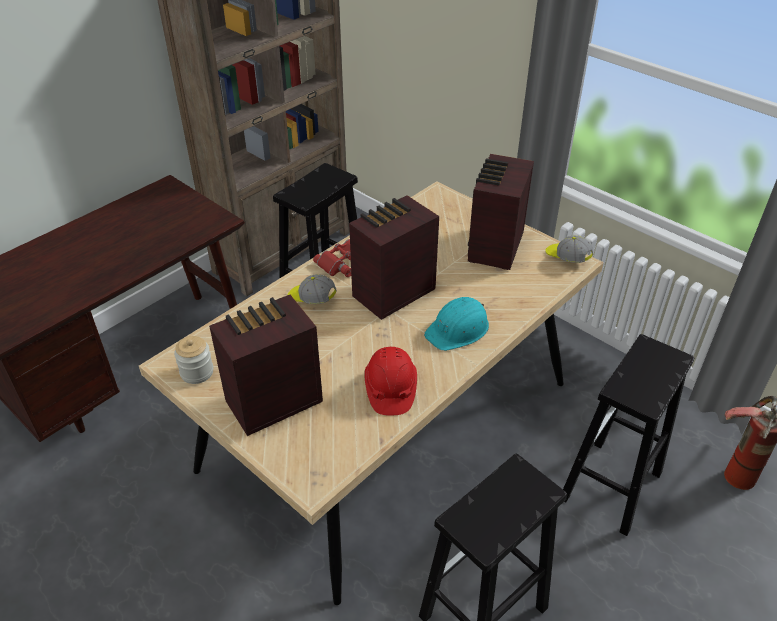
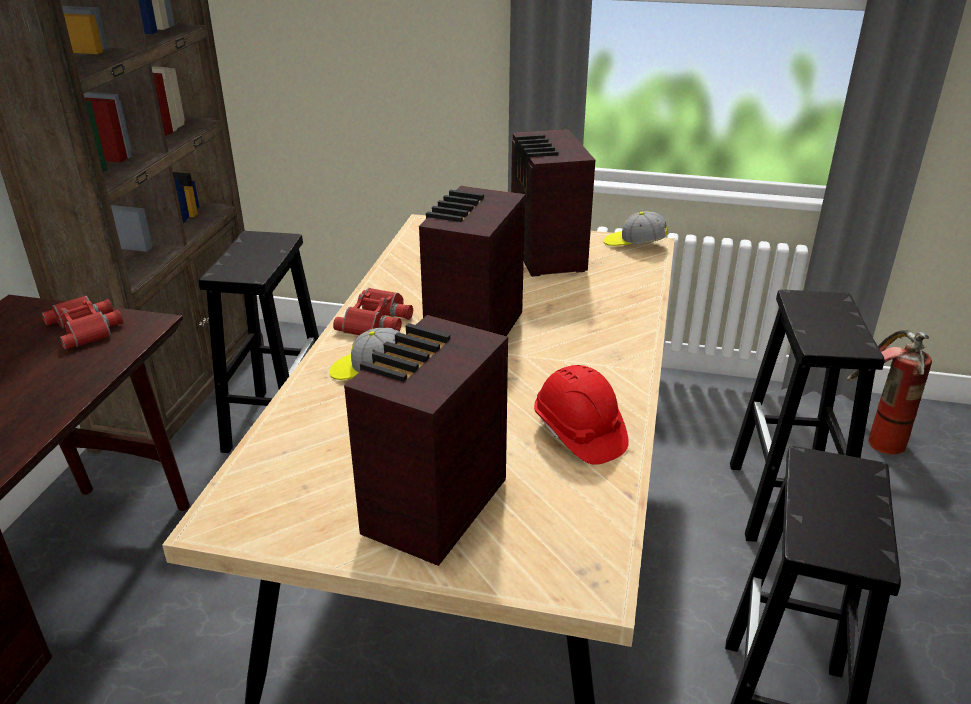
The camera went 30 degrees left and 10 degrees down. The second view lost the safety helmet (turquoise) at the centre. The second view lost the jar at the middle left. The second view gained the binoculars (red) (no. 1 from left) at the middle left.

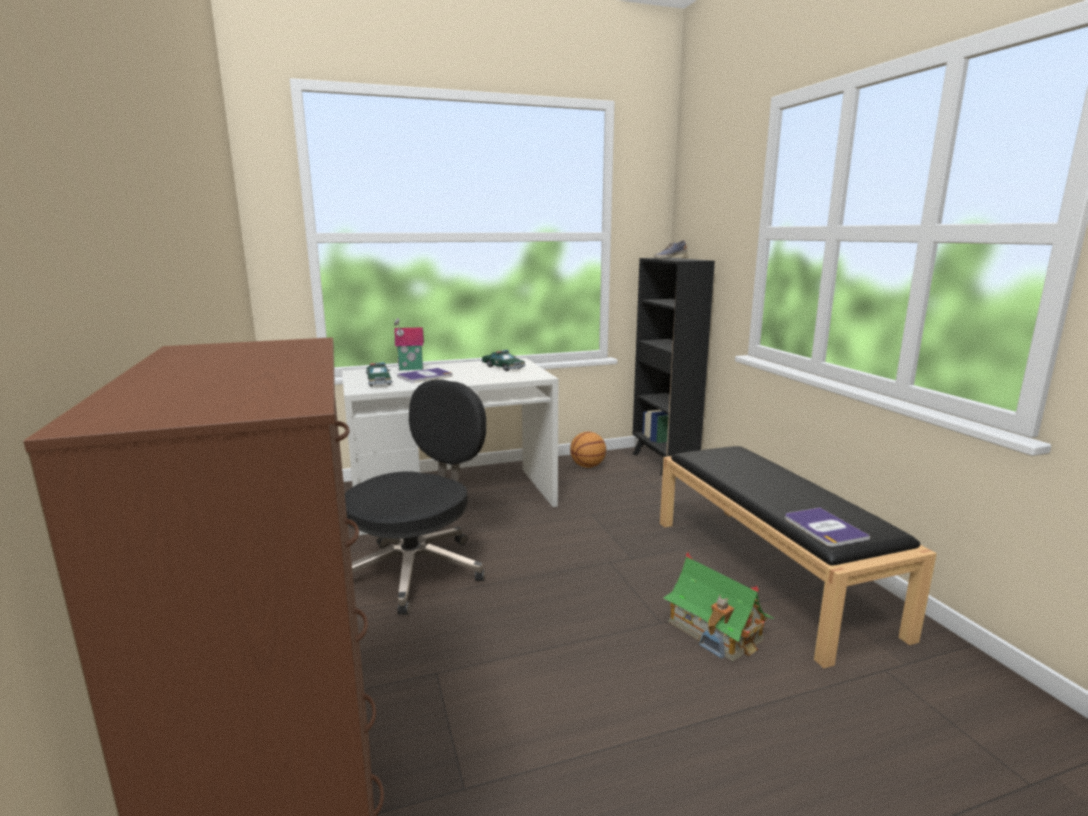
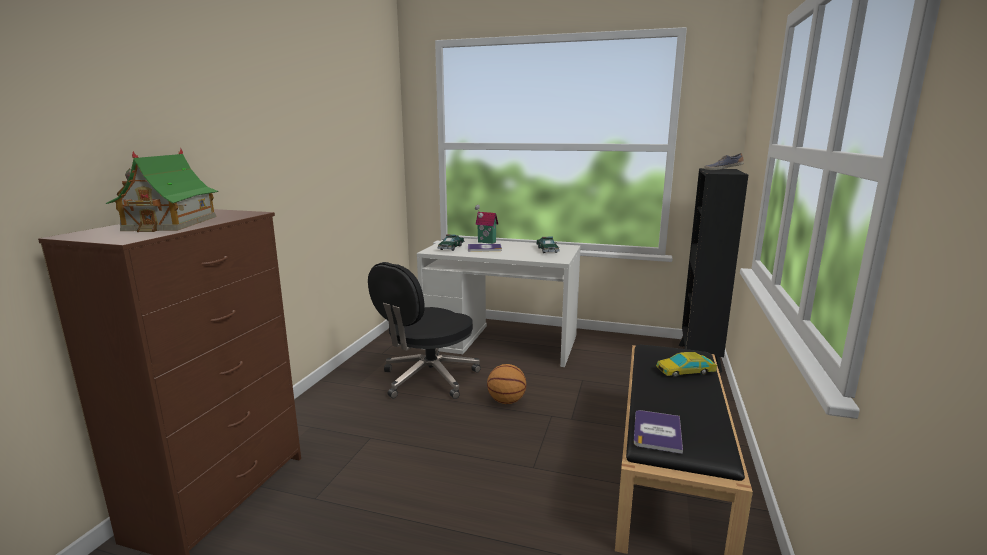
The camera went 35 degrees right and 0 degrees up. The computer chair (blackish) at the centre ended up facing another way, 150 degrees clockwise from before. The ball for basketball ended up elsewhere, having gone from the centre to the bottom centre. The miniature house (no. 2 from left in the first image) ended up elsewhere, having gone from the bottom centre to the middle left. The second view gained the miniature car (no. 3 from left) at the middle right.

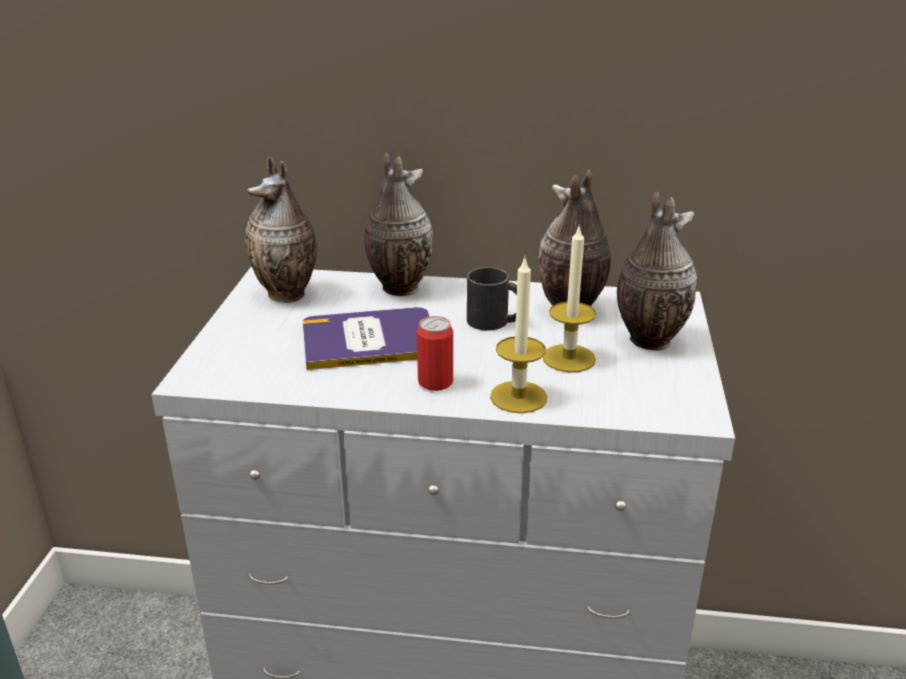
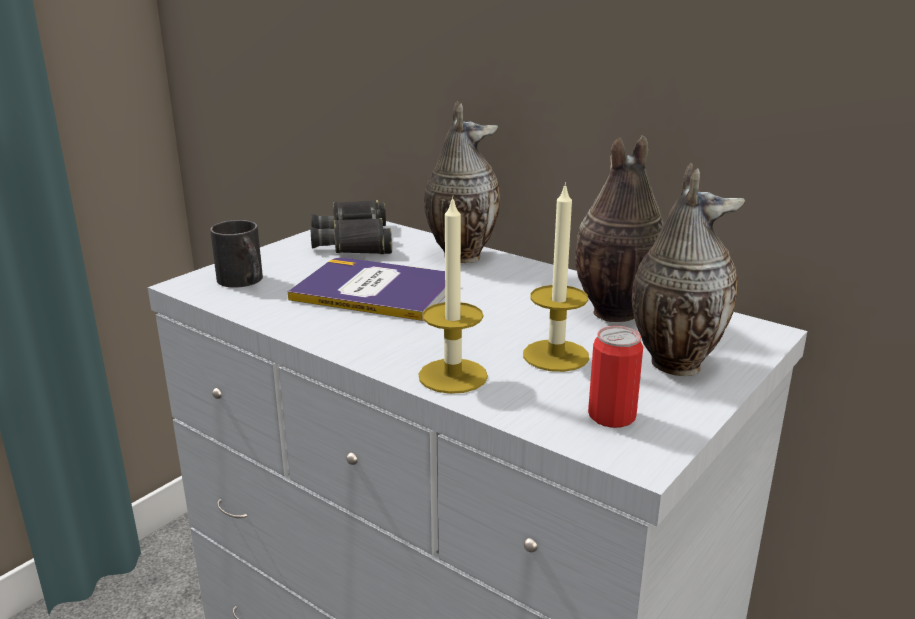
The camera went 30 degrees right and 5 degrees down. Where the flower vase (no. 1 from left) stood at the middle left, the binoculars (blackish) came to stand at the centre. The coffee mug (blackish) ended up elsewhere, having gone from the centre to the middle left. The metal can ended up elsewhere, having gone from the centre to the middle right.

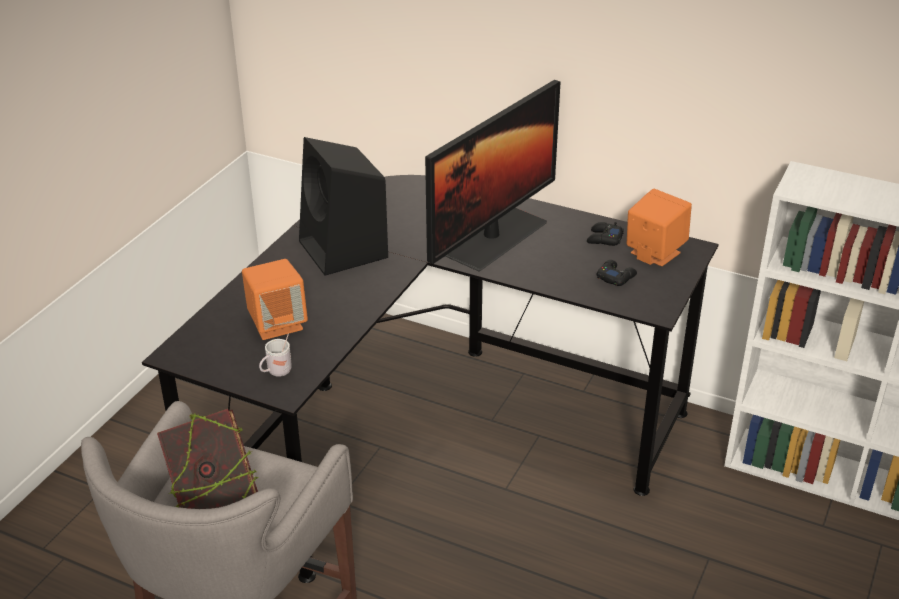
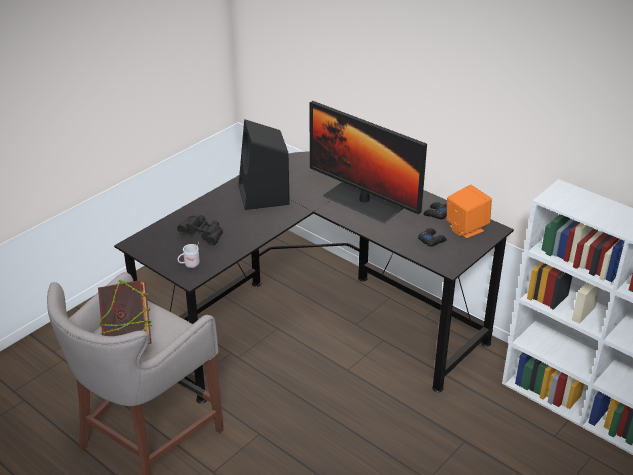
The camera went 15 degrees right and 0 degrees up. The monitor at the top centre ended up facing another way, 75 degrees clockwise from before. Where the loudspeaker (orange) (no. 1 from left) stood at the middle left, the binoculars (blackish) came to stand at the middle left.

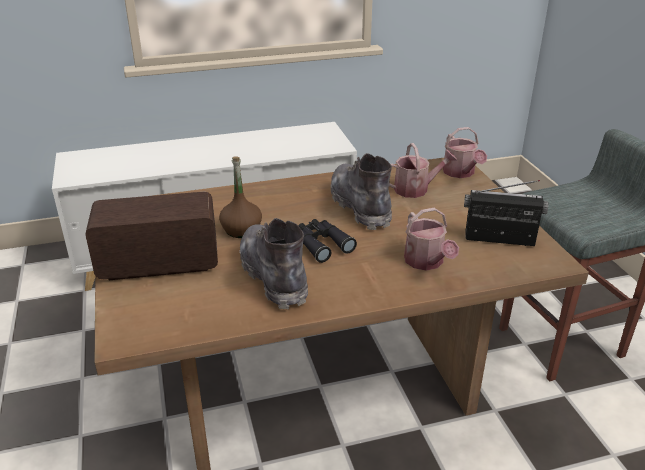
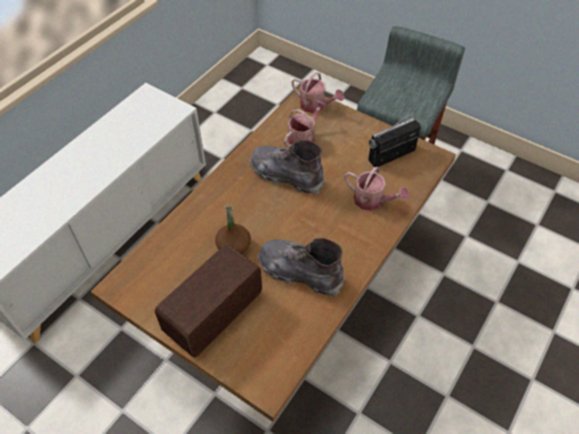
The camera went 40 degrees left and 20 degrees up. The second view lost the binoculars (blackish) at the centre.

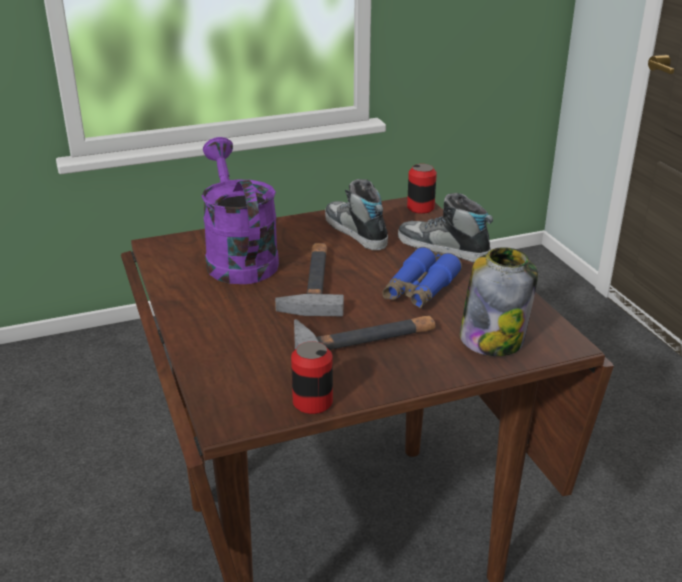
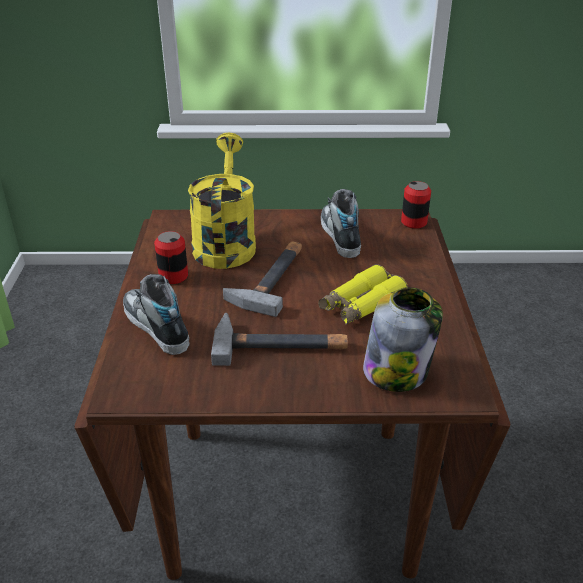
The camera went 20 degrees right and 5 degrees up. What was the watering can (purple) at the centre turned into the watering can (yellow-coloured) at the centre. The low shoe (no. 2 from left in the first image) ended up elsewhere, having gone from the centre to the middle left. What was the binoculars (blue) at the centre turned into the binoculars (yellow-coloured) at the centre. The metal can (no. 1 from left) ended up elsewhere, having gone from the centre to the middle left.

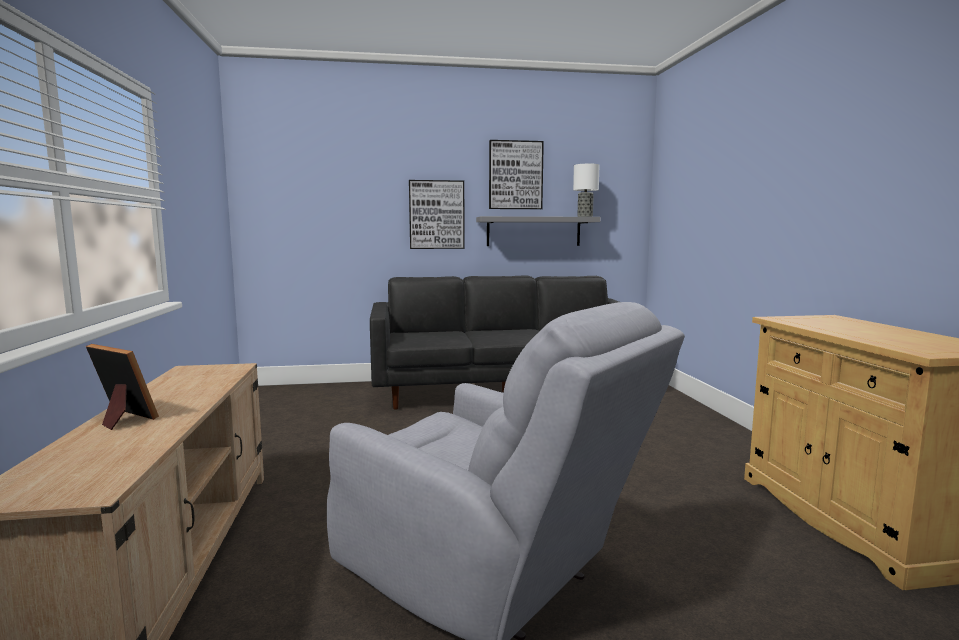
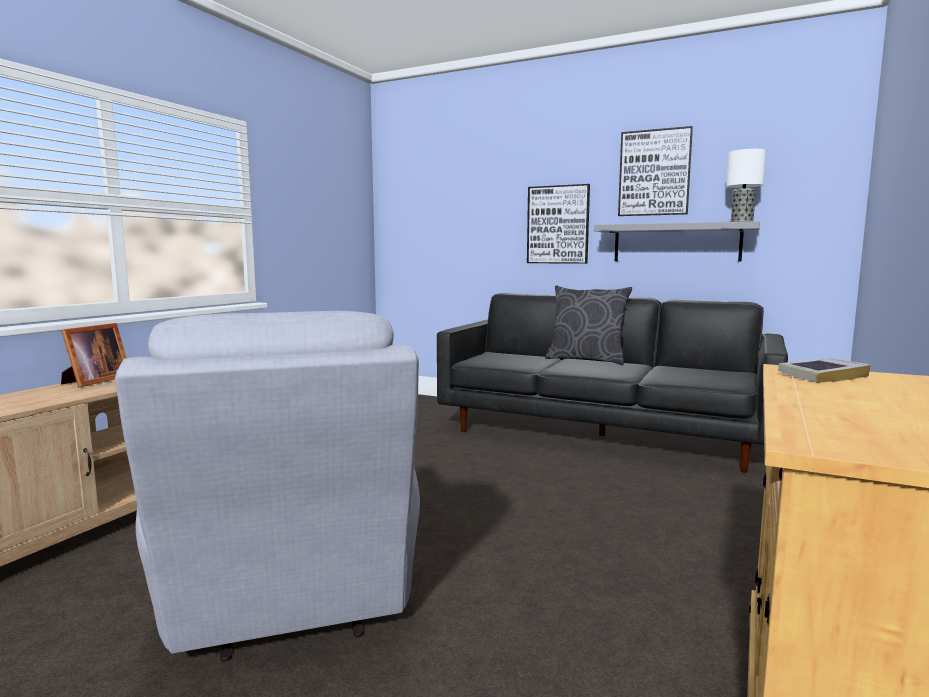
The camera went 35 degrees right and 0 degrees up. The standing frame at the middle left ended up facing another way, 45 degrees clockwise from before. The second view gained the cushion (greyish) at the centre. The second view gained the bound book at the middle right.

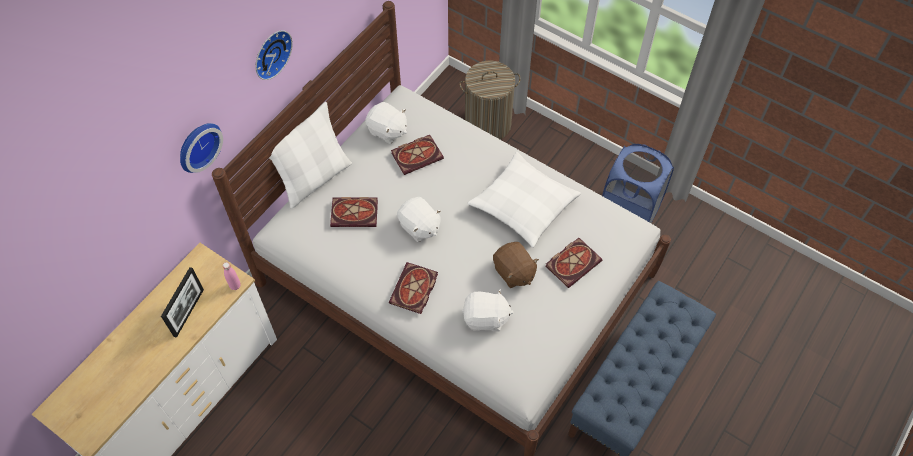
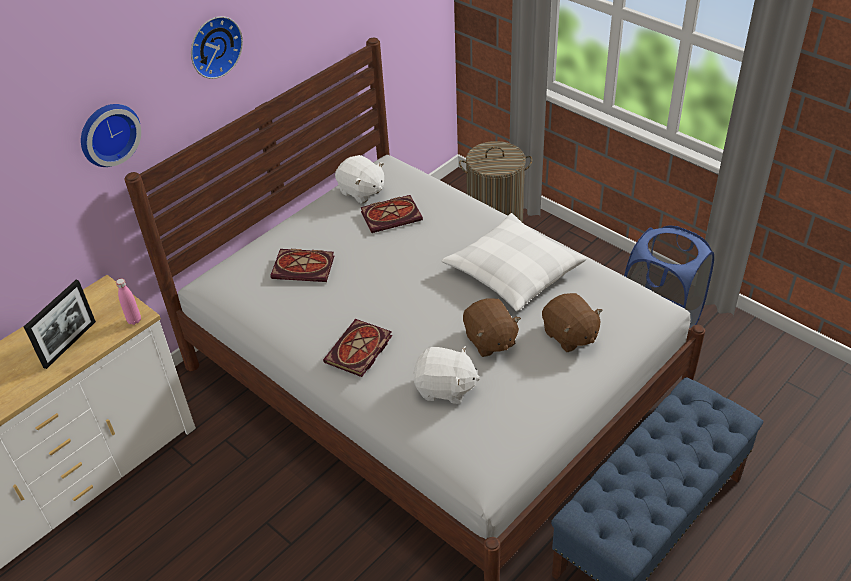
The camera went 10 degrees right and 15 degrees down. The second view lost the cushion (white-coloured) (no. 1 from left) at the centre. The second view lost the plush toy (white-coloured) (no. 2 from left) at the centre. Where the bound book (no. 4 from left) stood at the centre, the plush toy (brown) (no. 2 from left) came to stand at the middle right.

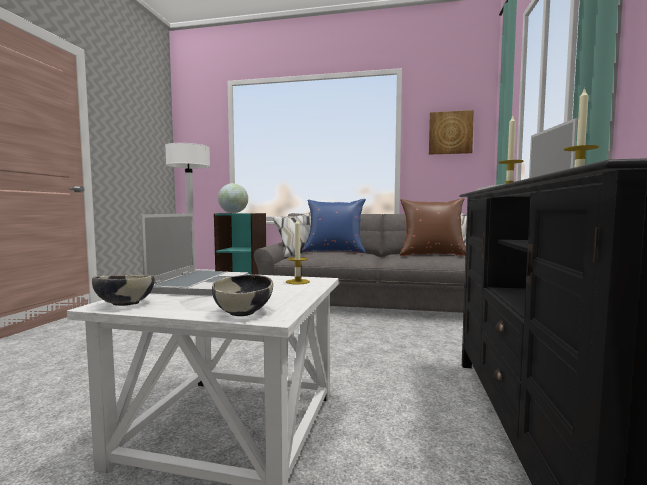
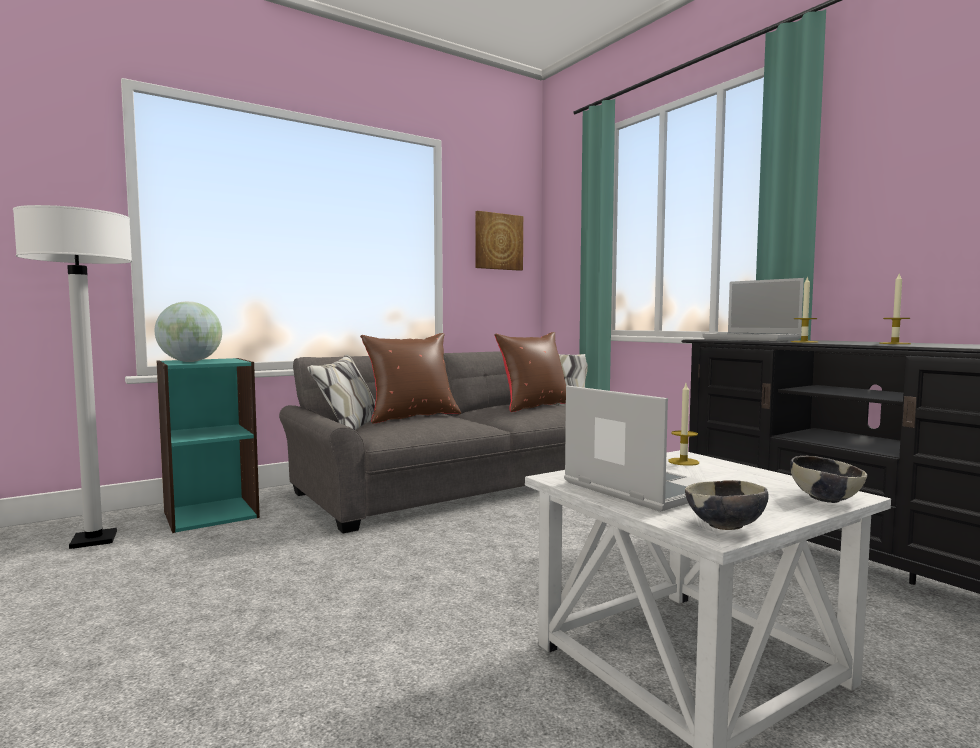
The camera went 45 degrees left and 0 degrees up. What was the cushion (blue) at the centre turned into the cushion (brown) (no. 1 from left) at the centre.

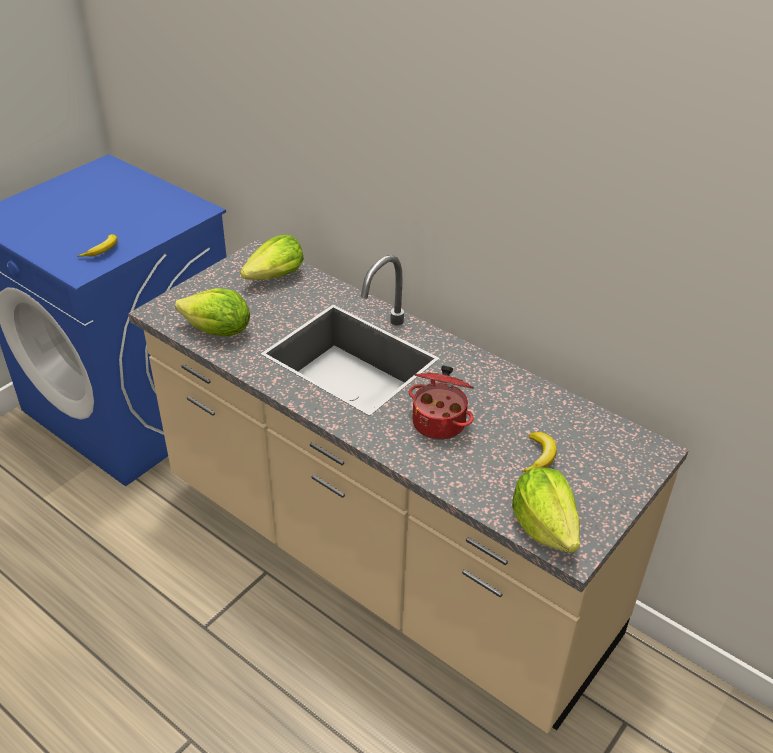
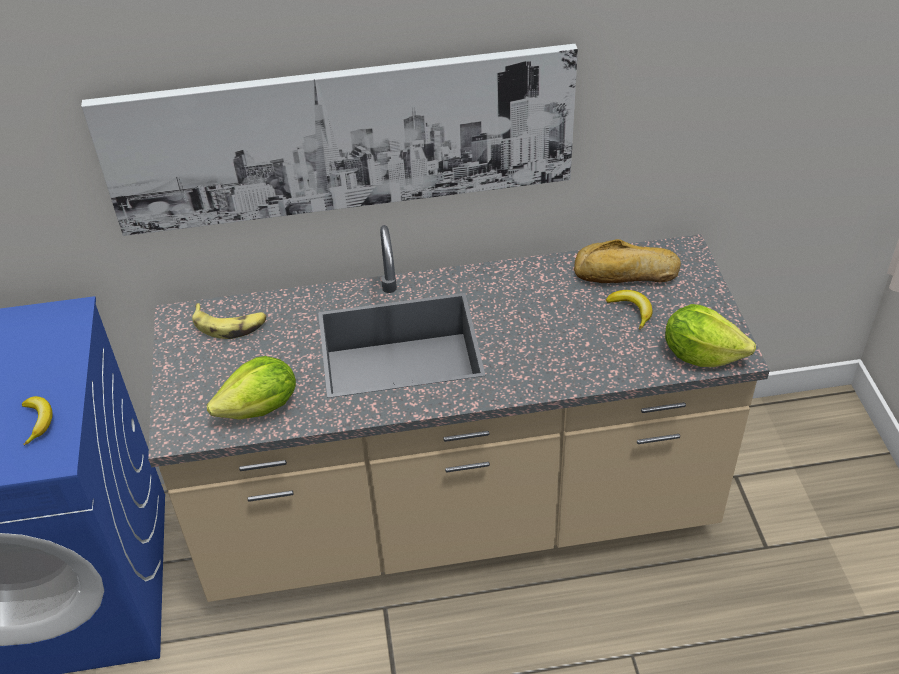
The camera went 45 degrees left and 5 degrees up. Where the lettuce head (no. 2 from left) stood at the centre, the banana fruit (no. 2 from left) came to stand at the middle left. The second view lost the stockpot at the centre. The second view gained the picture at the top centre. The second view gained the bakery bread at the middle right.

